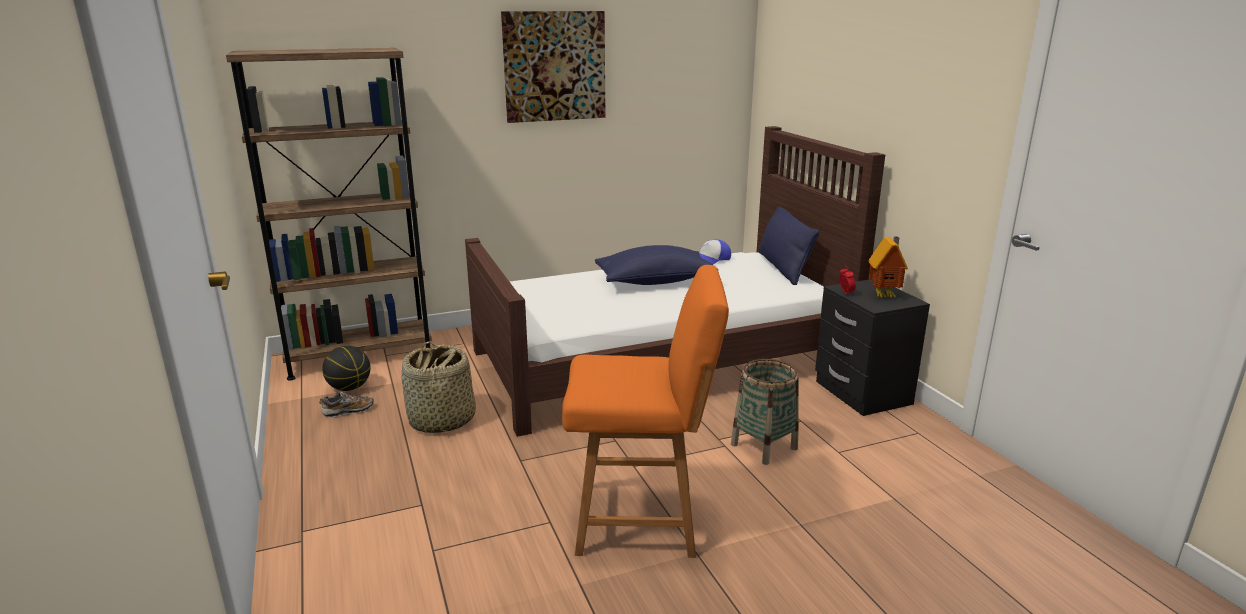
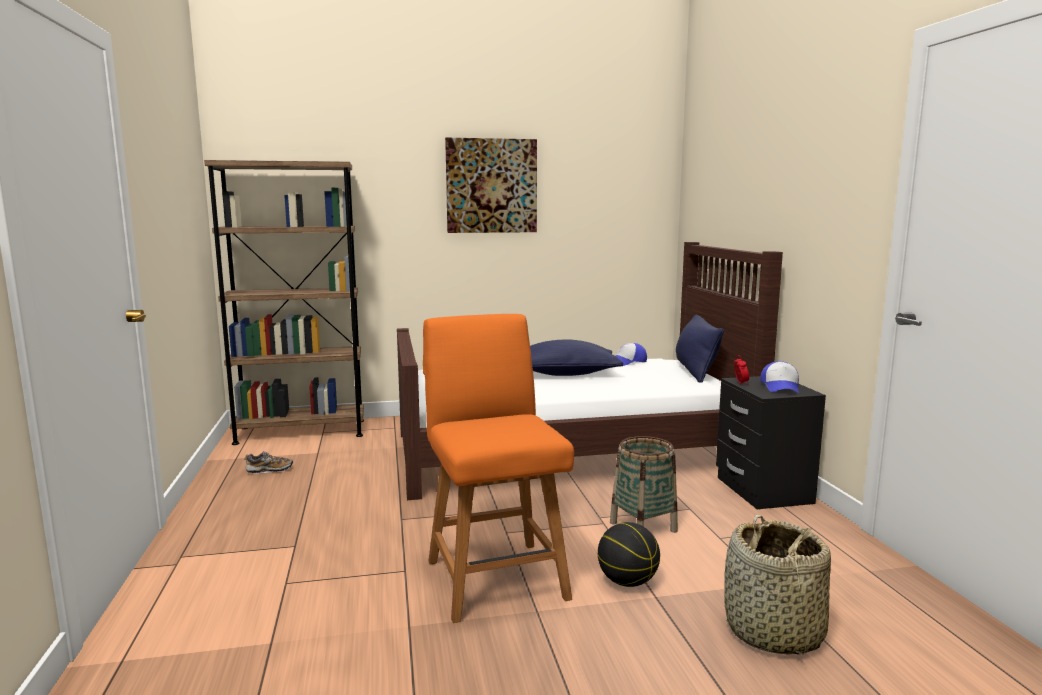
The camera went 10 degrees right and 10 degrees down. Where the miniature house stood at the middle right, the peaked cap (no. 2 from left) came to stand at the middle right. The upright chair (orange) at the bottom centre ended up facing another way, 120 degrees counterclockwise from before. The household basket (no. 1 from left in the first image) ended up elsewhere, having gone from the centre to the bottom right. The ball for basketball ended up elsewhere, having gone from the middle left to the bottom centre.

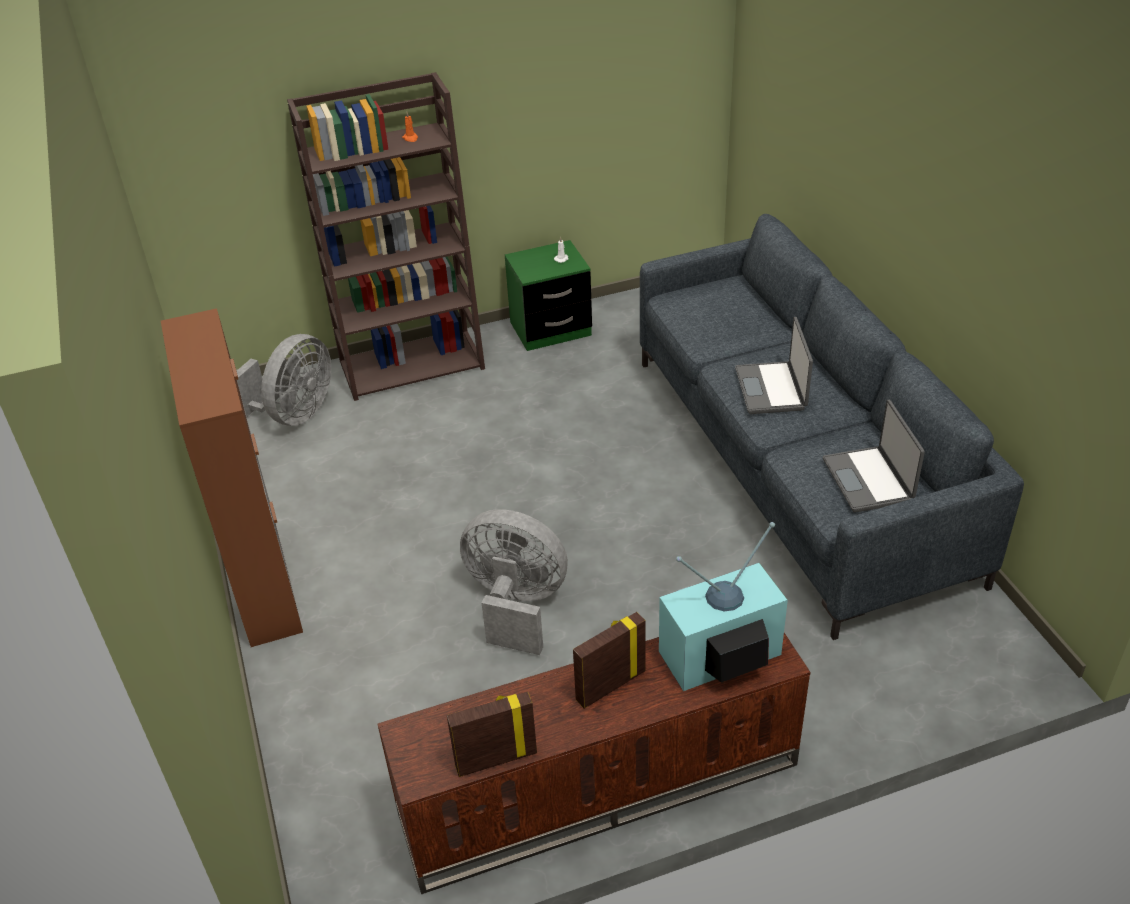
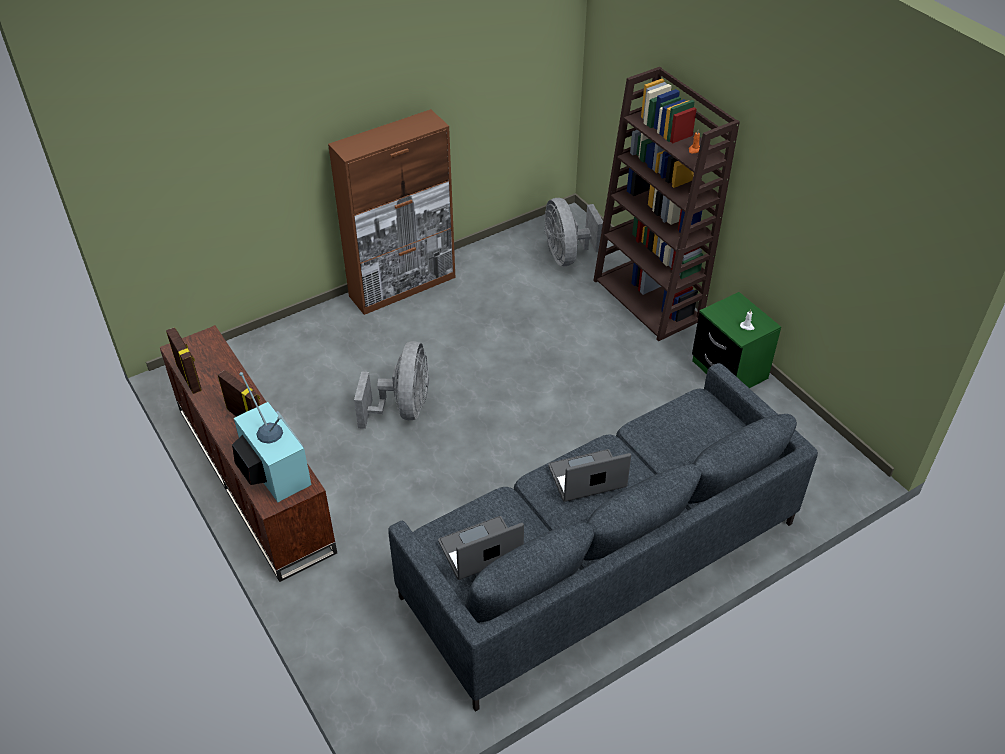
The camera went 75 degrees right and 5 degrees up. The fan (greyish) (no. 1 from left in the first image) at the middle left ended up facing another way, 60 degrees clockwise from before.

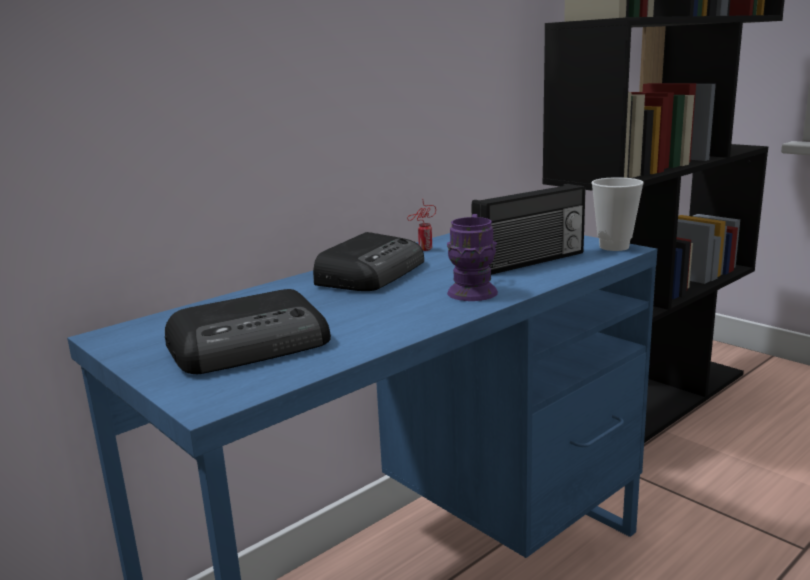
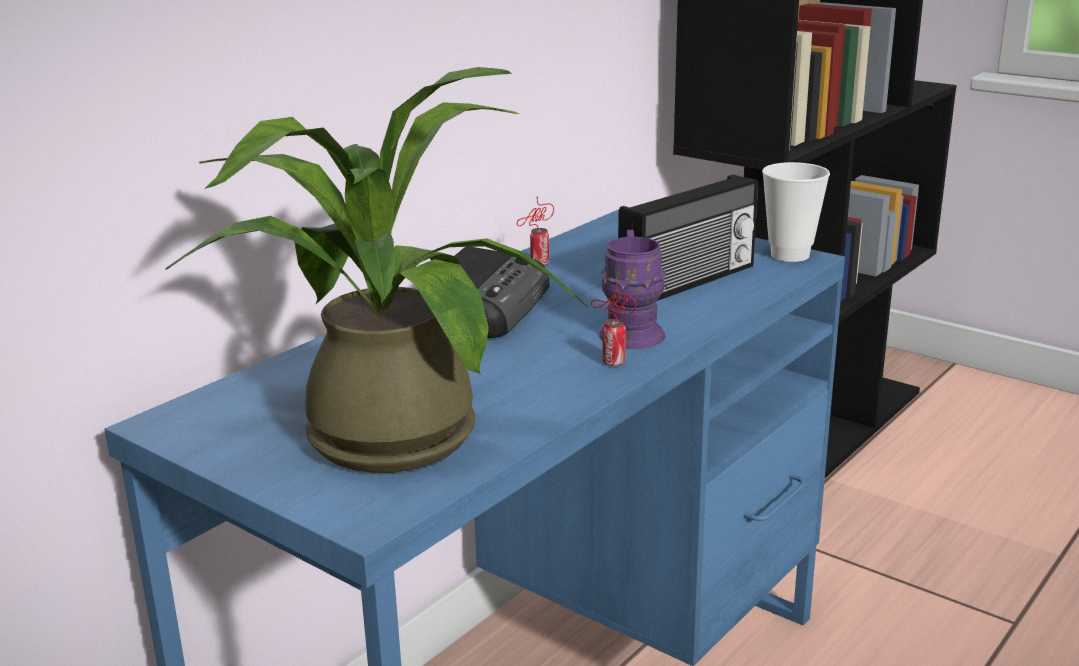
The camera went 10 degrees left and 5 degrees up. Where the radio set (no. 1 from left) stood at the middle left, the houseplant came to stand at the centre. The second view gained the metal can (no. 2 from left) at the centre.

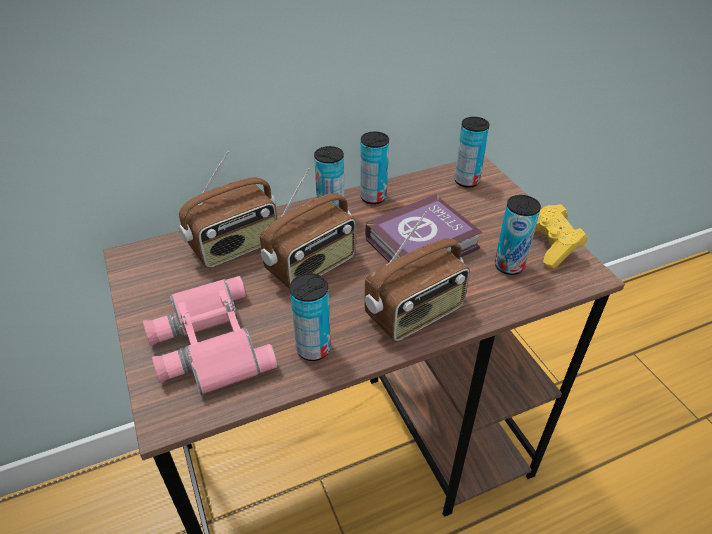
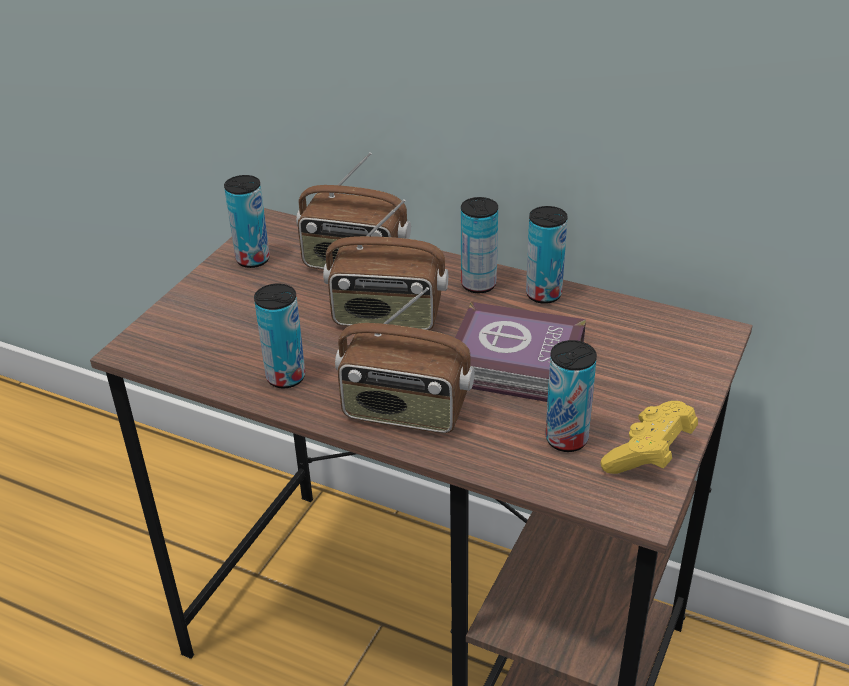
The camera went 50 degrees right and 5 degrees down. The metal can (no. 4 from left in the first image) ended up elsewhere, having gone from the top centre to the top left. The second view lost the binoculars (pinkish) at the middle left.

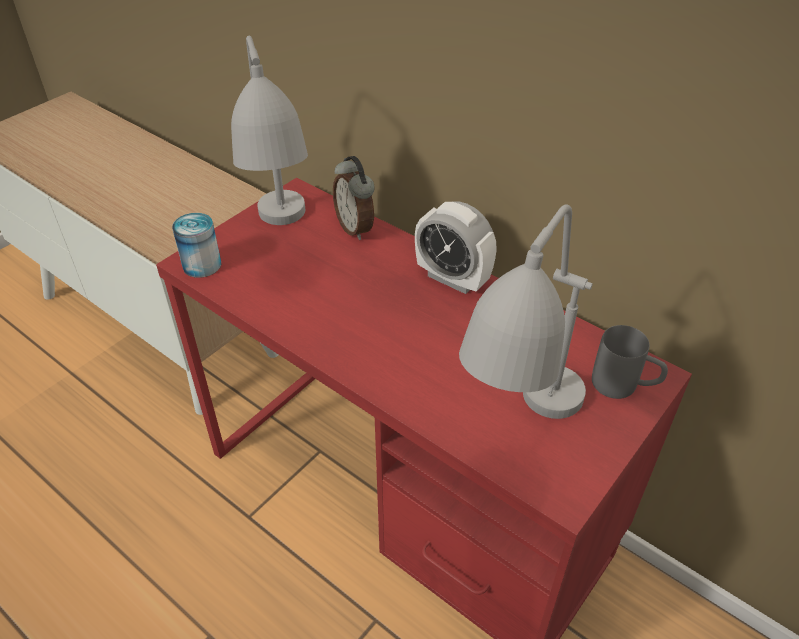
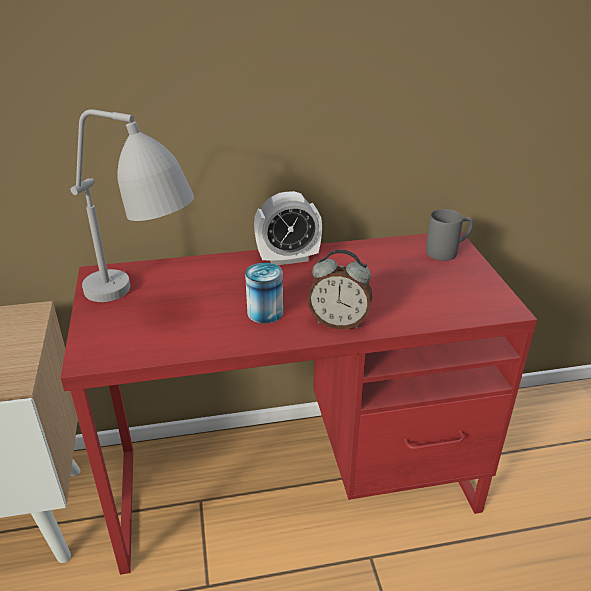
The camera went 50 degrees left and 10 degrees down. The alarm clock (no. 1 from left in the first image) ended up elsewhere, having gone from the top centre to the centre. The second view lost the table lamp (greyish) (no. 2 from left) at the centre. The metal can ended up elsewhere, having gone from the middle left to the centre.

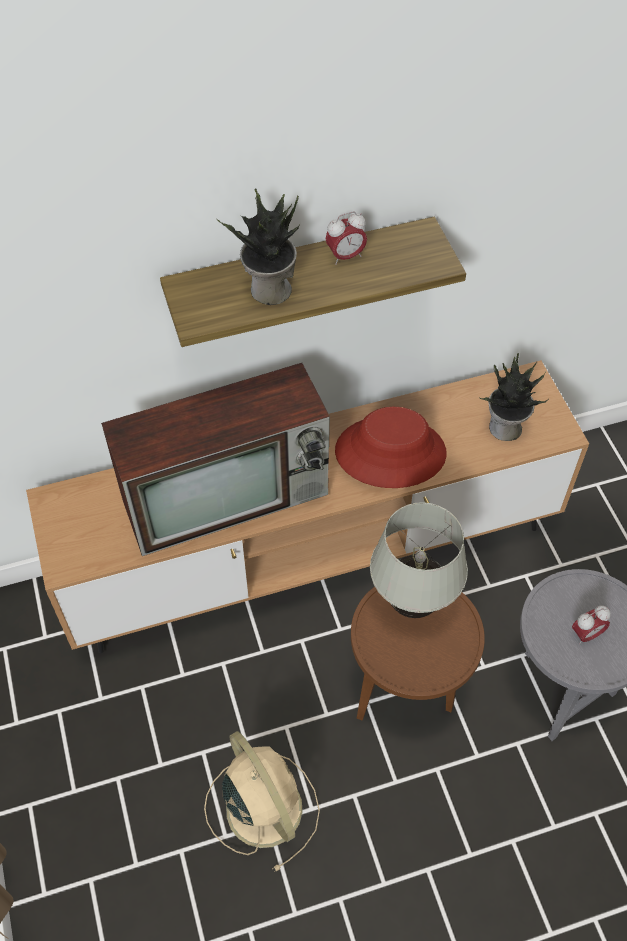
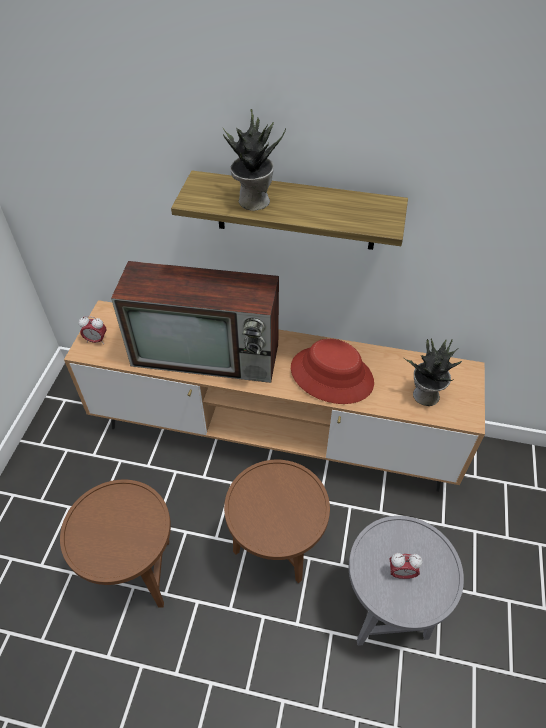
The camera went 30 degrees right and 5 degrees down. The alarm clock (no. 1 from left) ended up elsewhere, having gone from the top centre to the middle left. The second view lost the table lamp (white-coloured) at the middle right. Where the fan (beige-coloured) stood at the bottom centre, the end table (brown) (no. 1 from left) came to stand at the bottom left.

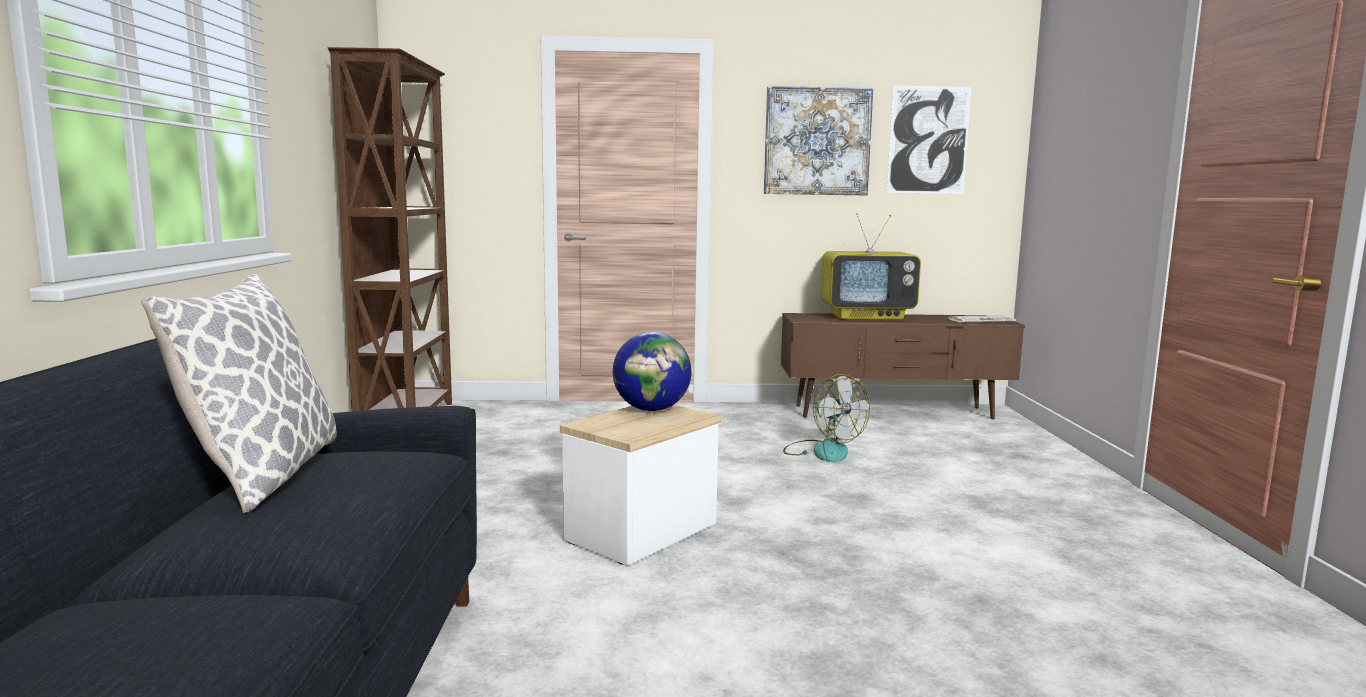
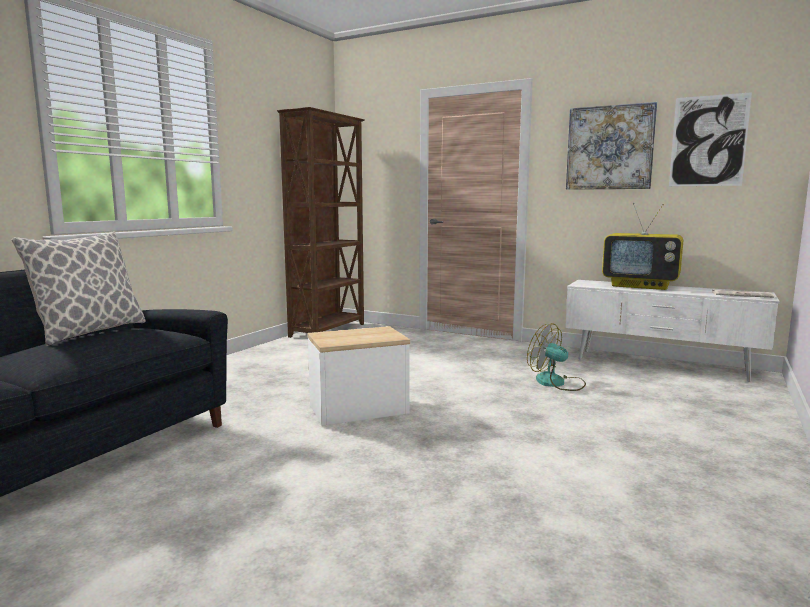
The camera went 30 degrees right and 0 degrees up. What was the tv stand (brown) at the centre turned into the tv stand (white-coloured) at the middle right. The second view lost the world globe at the centre. The fan at the centre ended up facing another way, 135 degrees clockwise from before.

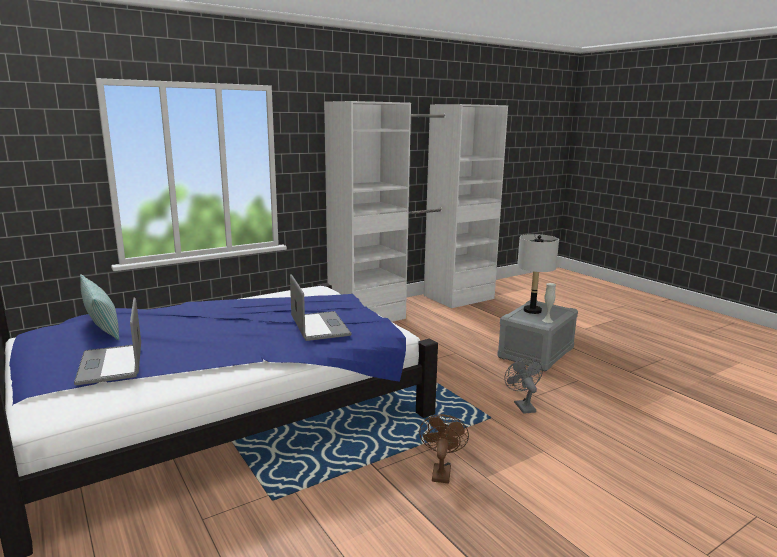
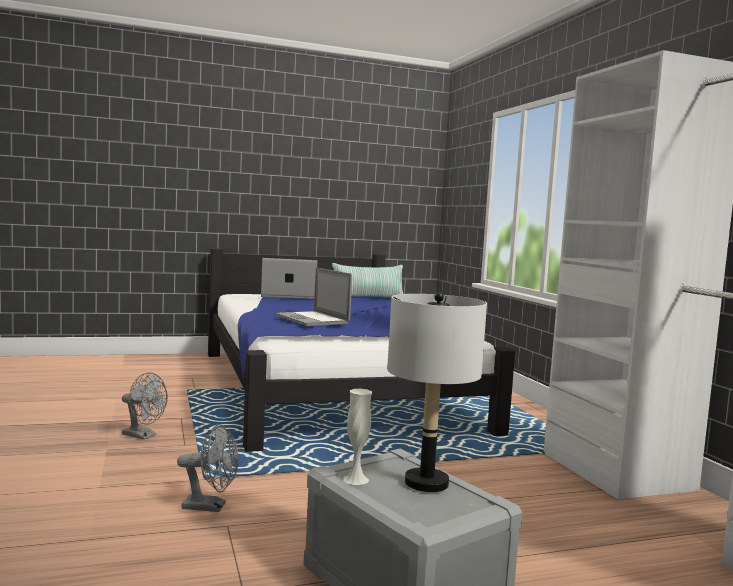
The camera went 105 degrees right and 10 degrees down. The notebook computer (no. 2 from left) at the centre ended up facing another way, 60 degrees clockwise from before. What was the fan (brown) at the bottom centre turned into the fan (greyish) (no. 1 from left) at the bottom left.

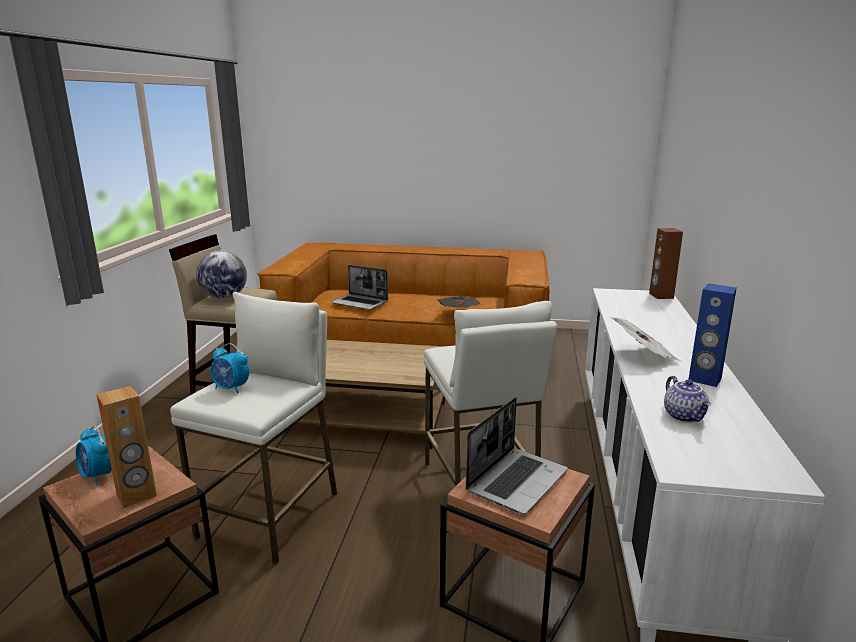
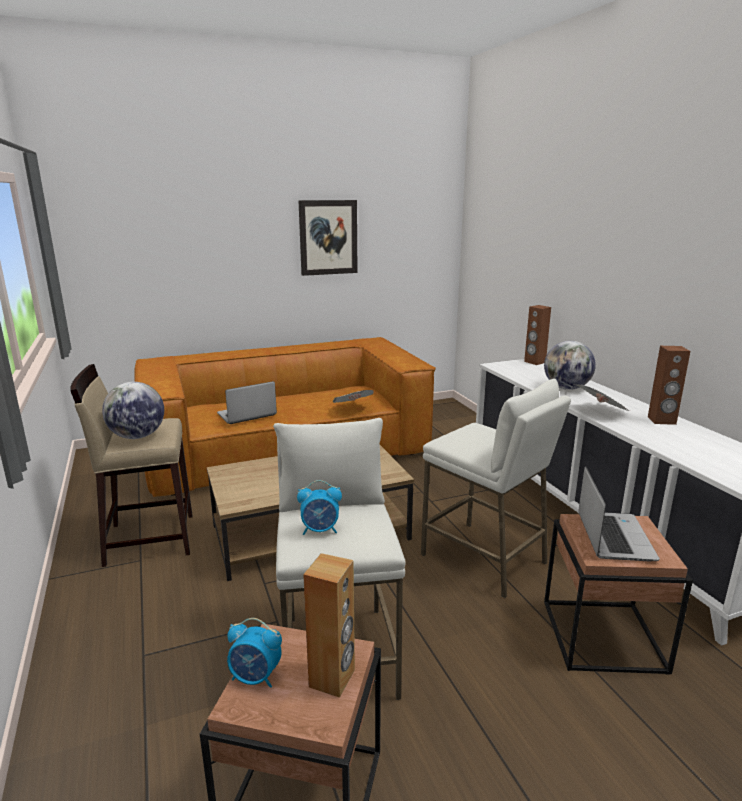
The camera went 30 degrees left and 0 degrees up. The notebook computer (no. 1 from left) at the centre ended up facing another way, 150 degrees clockwise from before. What was the loudspeaker (blue) at the middle right turned into the loudspeaker (brown) (no. 3 from left) at the middle right. The second view lost the tea pot at the middle right. The second view gained the picture at the top centre. The second view gained the world globe (no. 2 from left) at the middle right.

